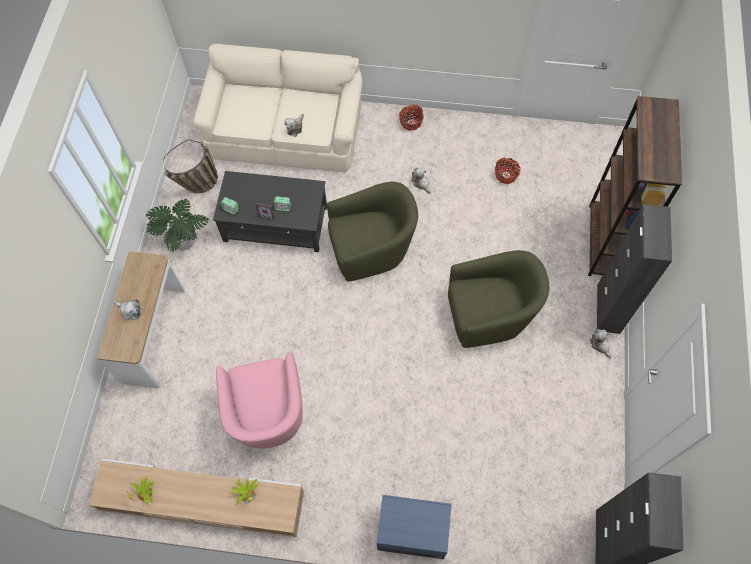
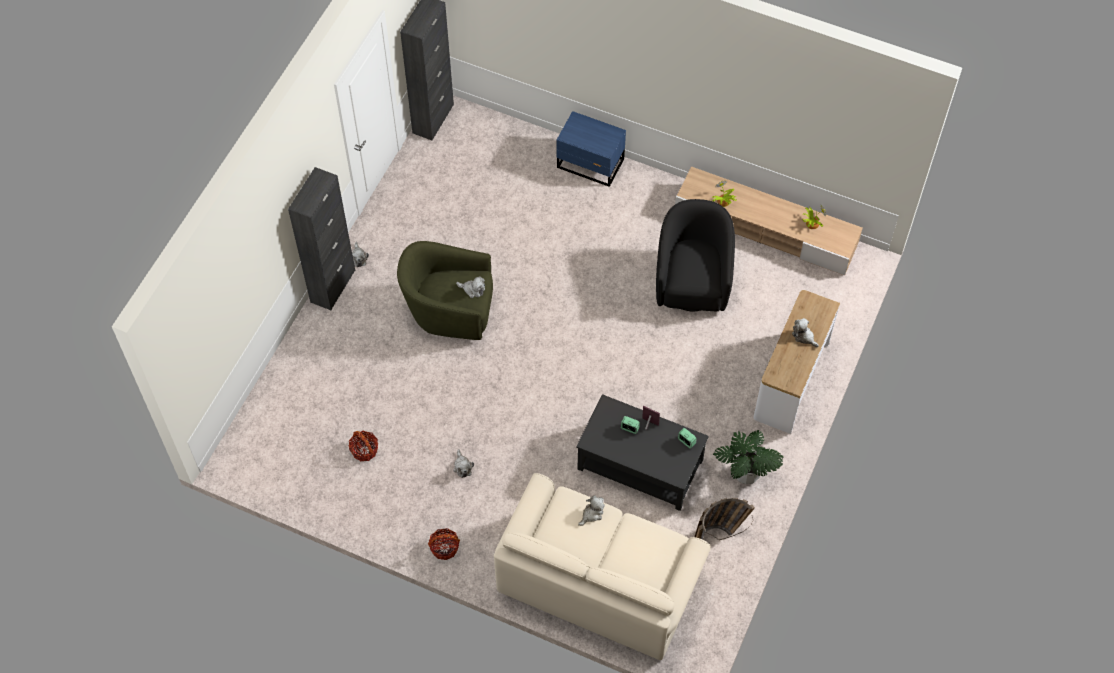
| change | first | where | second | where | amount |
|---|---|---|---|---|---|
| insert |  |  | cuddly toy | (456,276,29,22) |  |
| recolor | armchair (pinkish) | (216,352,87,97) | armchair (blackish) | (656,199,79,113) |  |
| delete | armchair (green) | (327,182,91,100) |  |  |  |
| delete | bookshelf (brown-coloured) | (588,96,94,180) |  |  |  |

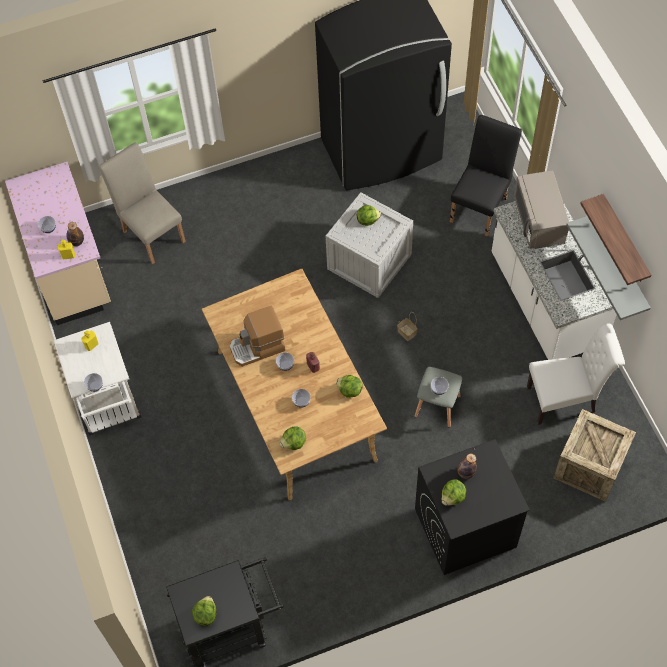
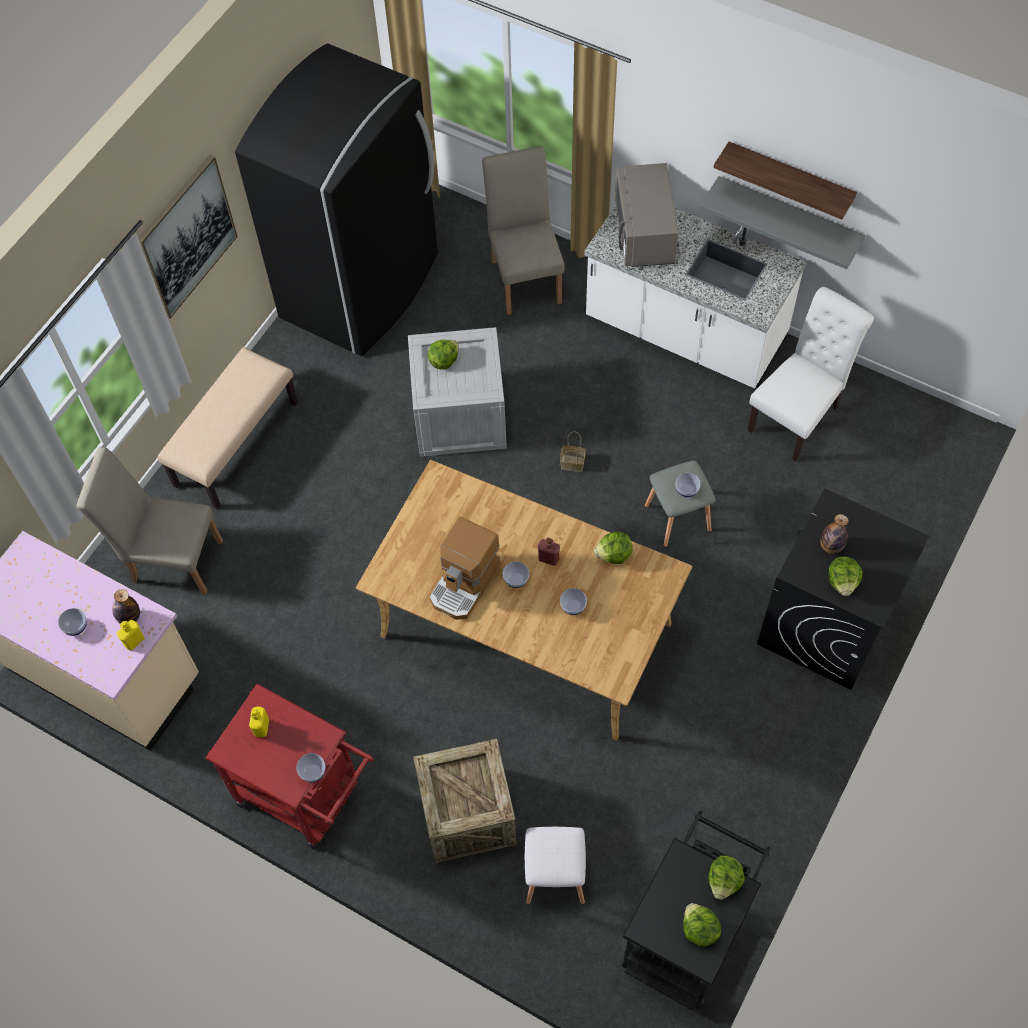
| change | first | where | second | where | amount |
|---|---|---|---|---|---|
| insert |  |  | wall picture | (138,155,100,164) |  |
| insert |  |  | long seat (sand-coloured) | (158,347,140,162) |  |
| recolor | trolley (whitish) | (53,322,88,113) | trolley (red) | (205,684,169,165) |  |
| move | crate | (553,409,83,93) |  | (413,739,104,124) |  |
| recolor | chair (blackish) | (450,115,72,122) | chair (sand-coloured) | (482,146,83,169) |  |
| insert |  |  | stool (whitish) | (525,827,61,77) |  |
| rotate | microwave oven (gray) | (514,170,55,79) |  | (615,163,63,104) | 45 degrees clockwise |
| move | lettuce | (280,426,26,24) |  | (708,856,37,44) |  |

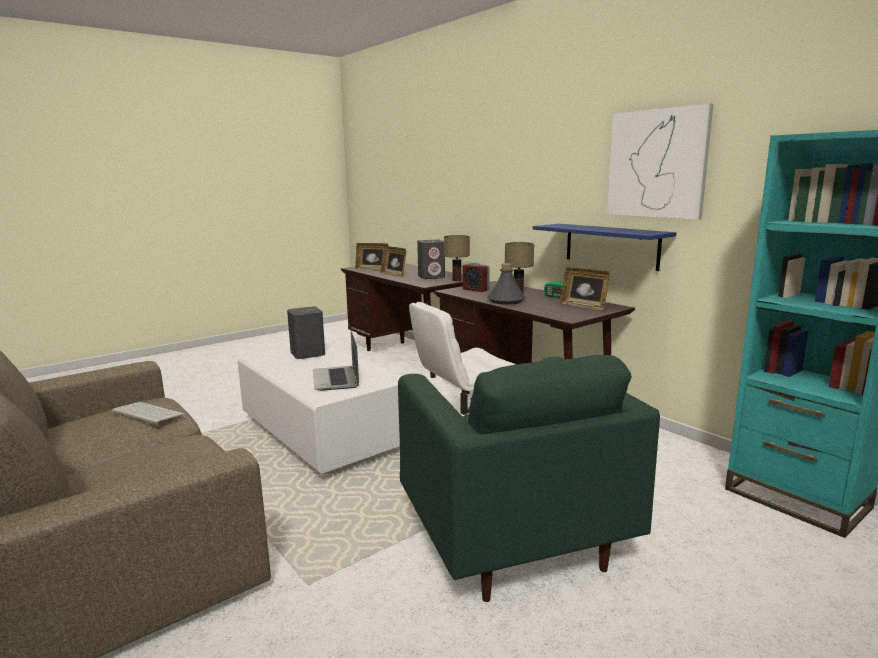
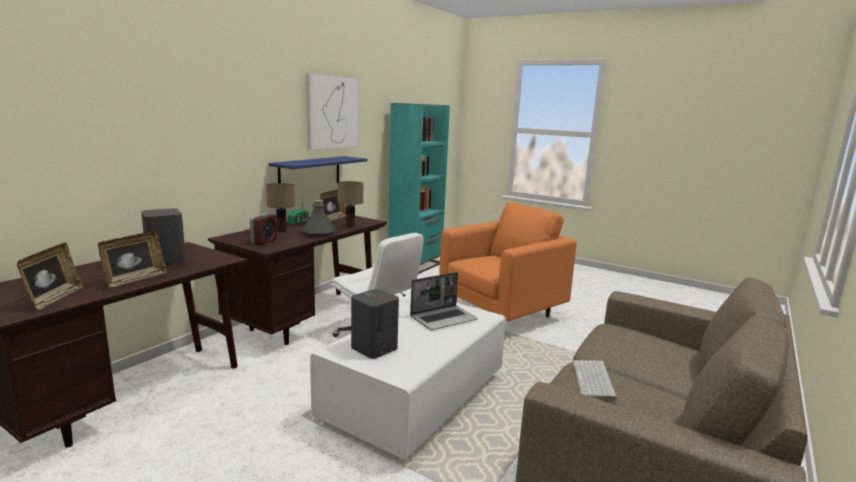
| change | first | where | second | where | amount |
|---|---|---|---|---|---|
| move | lamp for a table | (444,235,26,46) |  | (337,181,26,47) |  |
| recolor | armchair (green) | (398,355,262,247) | armchair (orange) | (439,202,138,119) |  |

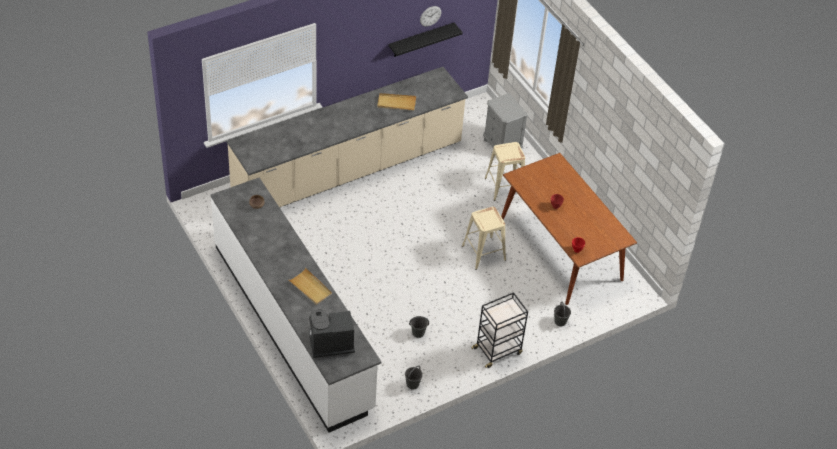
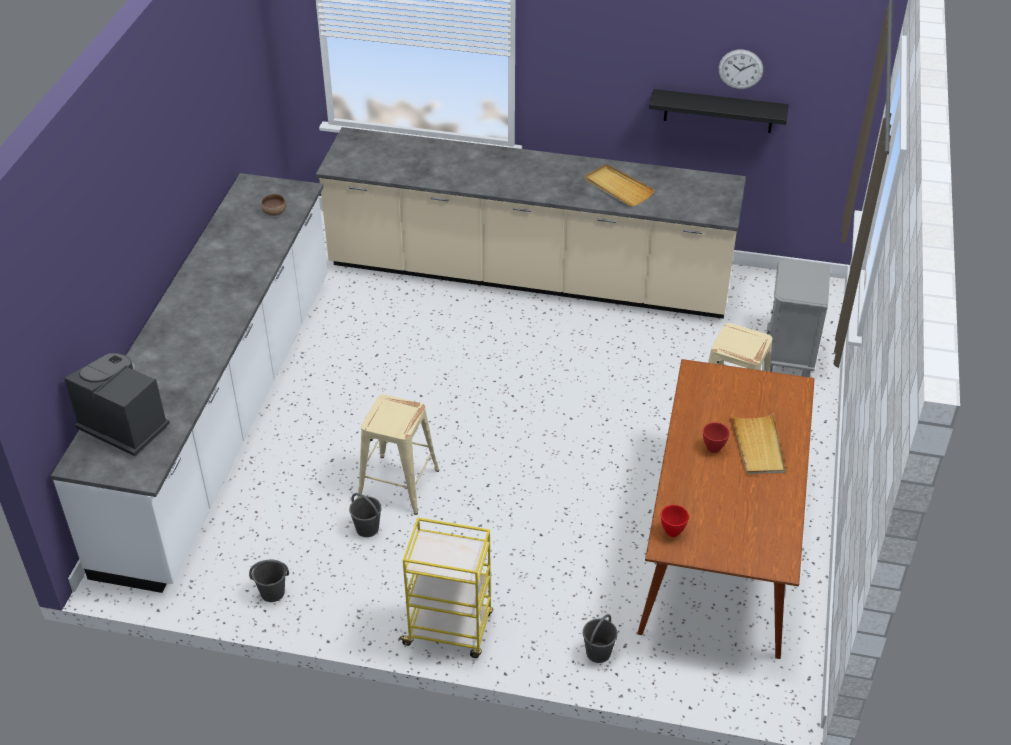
| change | first | where | second | where | amount |
|---|---|---|---|---|---|
| move | stool (sand-coloured) | (462,207,44,63) |  | (357,394,82,121) |  |
| recolor | trolley (blackish) | (471,292,57,76) | trolley (yellowish) | (398,518,95,140) |  |
| move | carrying tray (sand-coloured) | (289,268,43,37) |  | (731,412,55,62) |  |

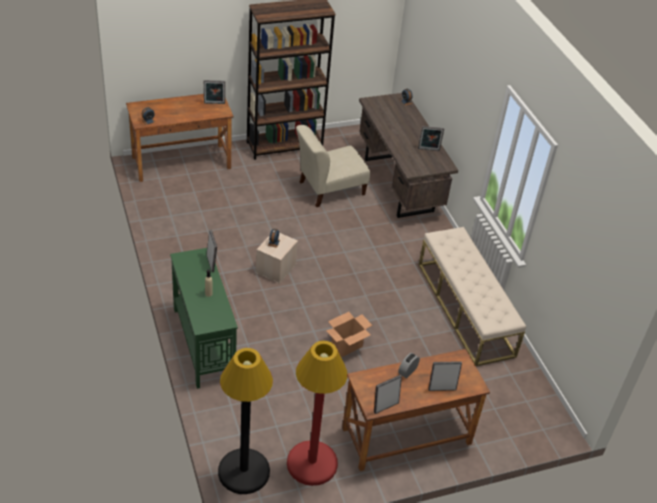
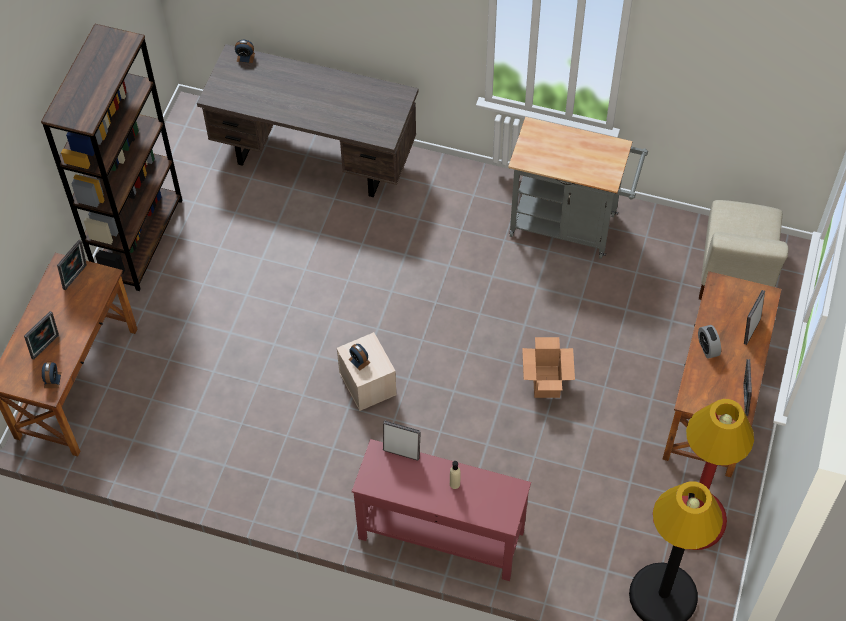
| change | first | where | second | where | amount |
|---|---|---|---|---|---|
| move | standing frame | (418,126,26,25) |  | (24,311,35,49) |  |
| recolor | narrow table (green) | (170,248,68,141) | narrow table (red) | (352,439,179,142) |  |
| replace | long seat (sand-coloured) | (419,227,107,139) | trolley (gray) | (508,117,140,142) |  |
| move | chair (sand-coloured) | (296,125,74,82) |  | (699,200,89,100) |  |

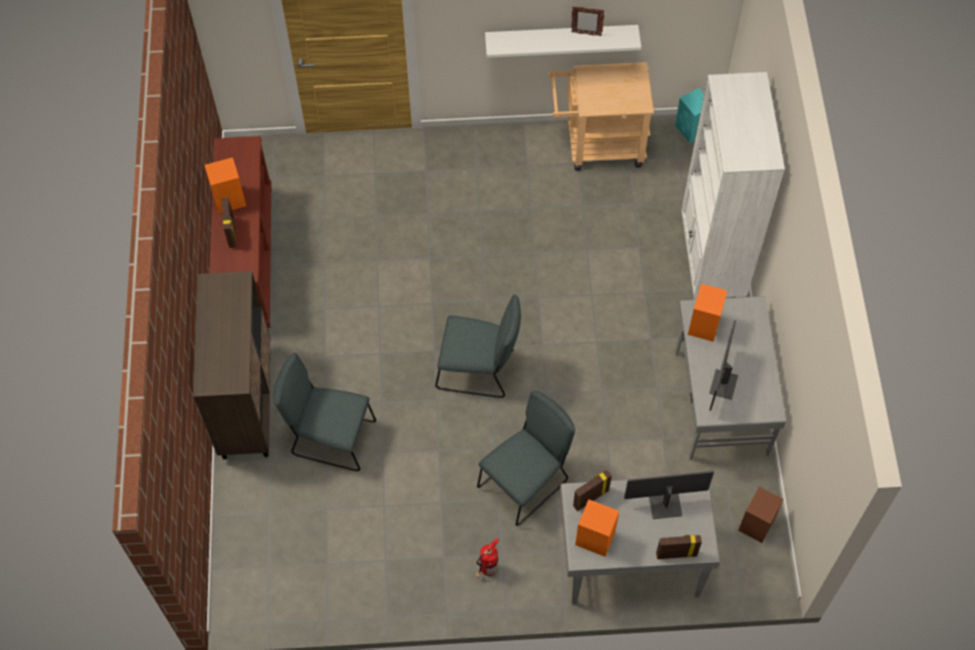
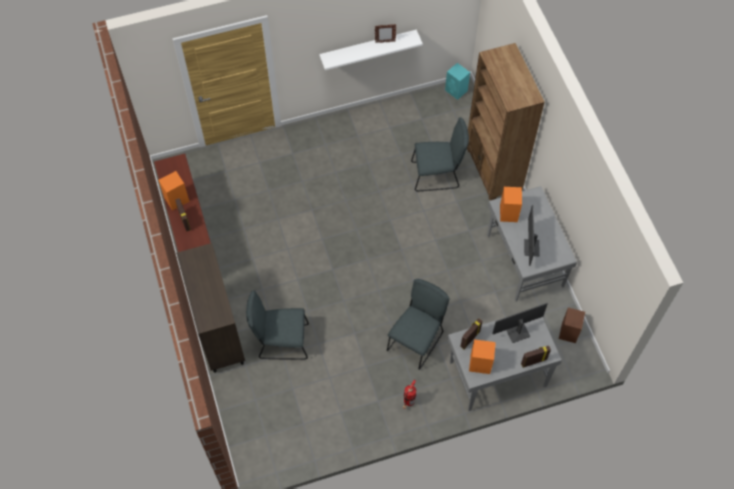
| change | first | where | second | where | amount |
|---|---|---|---|---|---|
| move | chair (gray) | (435,294,86,104) |  | (411,117,58,75) |  |
| recolor | bookshelf (whitish) | (681,72,104,228) | bookshelf (brown-coloured) | (467,43,78,157) |  |
| delete | trolley (sand-coloured) | (548,62,107,109) |  |  |  |

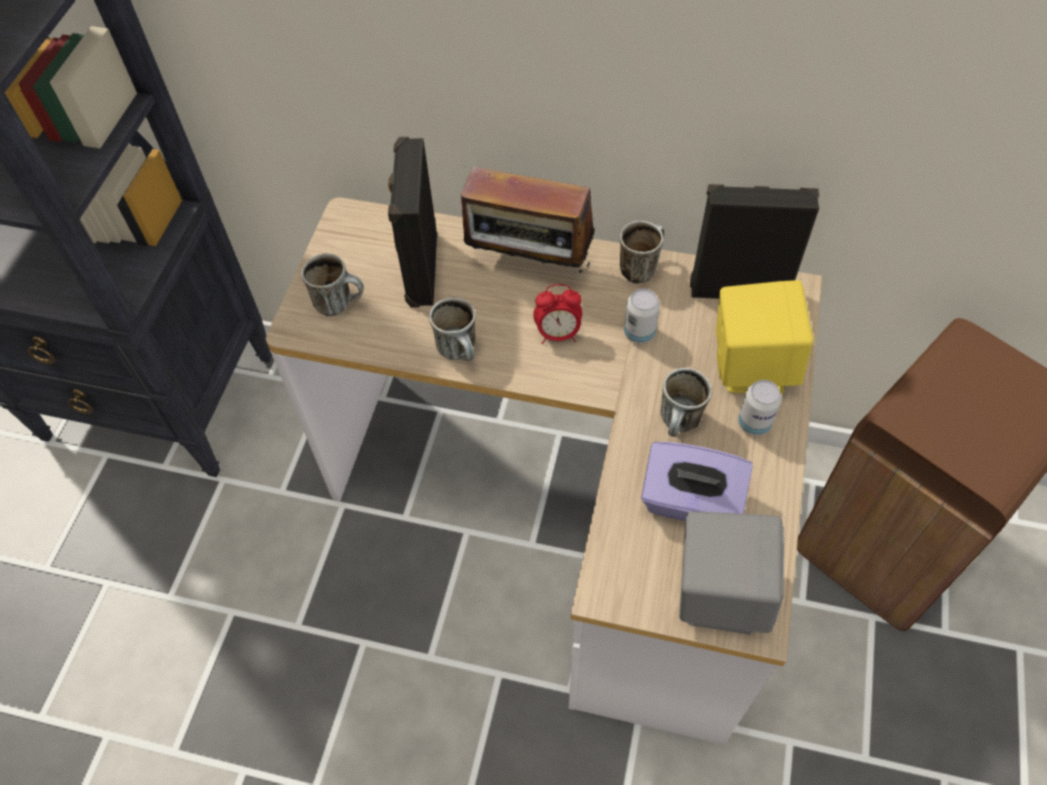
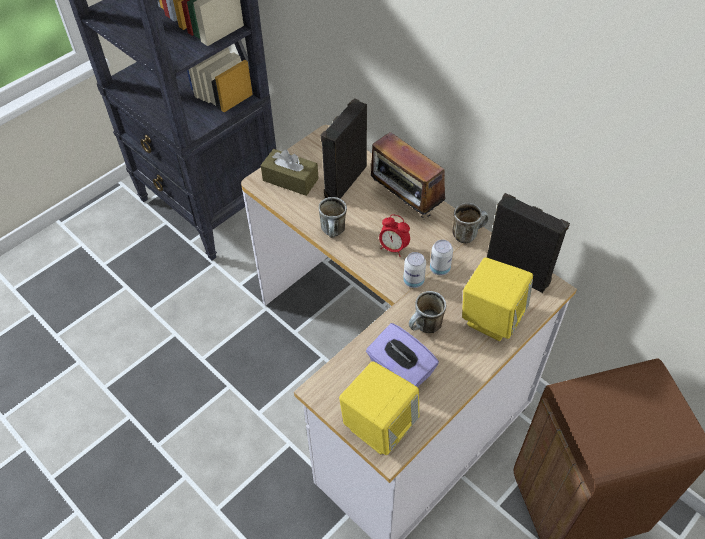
| change | first | where | second | where | amount |
|---|---|---|---|---|---|
| replace | coffee mug | (301,253,63,63) | tissue box (brown-coloured) | (261,149,58,47) |  |
| recolor | loudspeaker (gray) | (679,511,105,124) | loudspeaker (yellowish) | (339,361,80,94) |  |
| move | can | (738,380,44,56) |  | (403,252,23,36) |  |

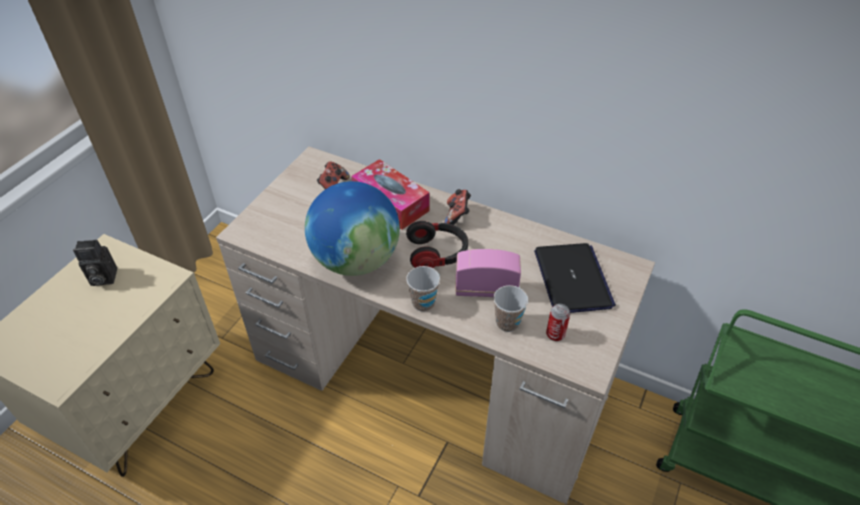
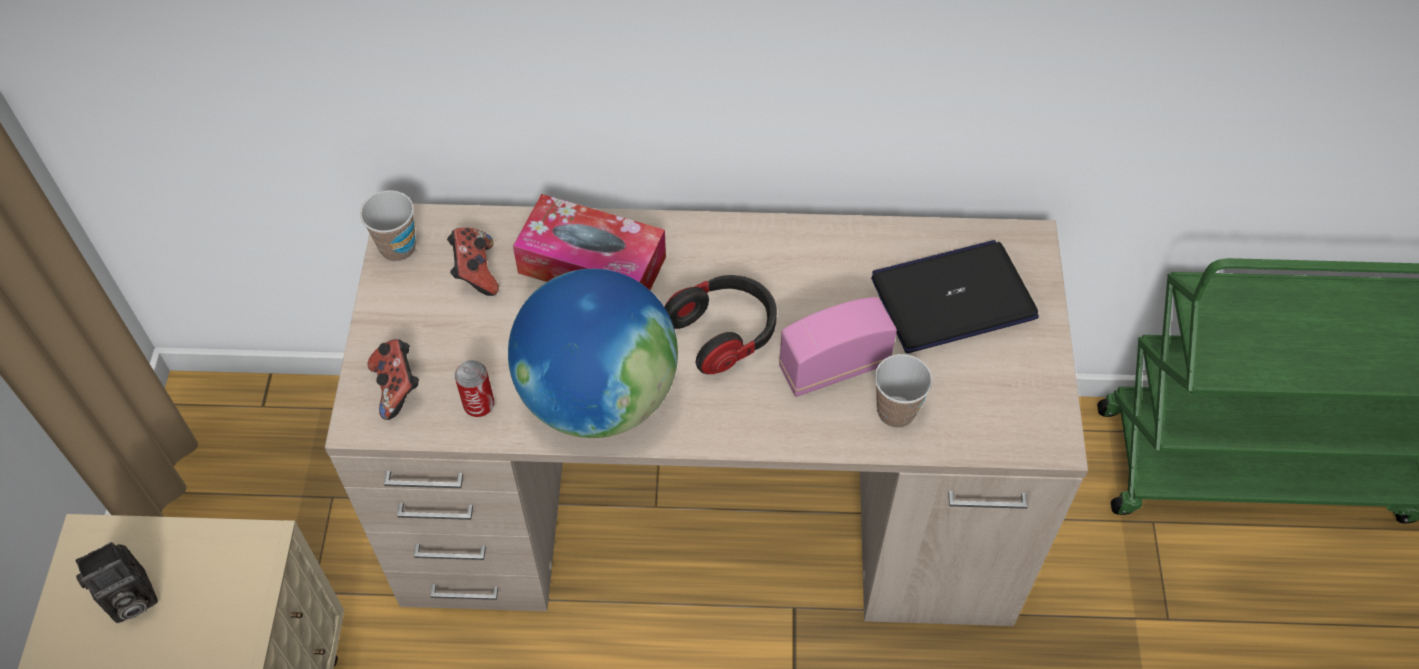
| change | first | where | second | where | amount |
|---|---|---|---|---|---|
| move | cup | (406,266,34,46) |  | (360,190,56,72) |  |
| move | game controller | (444,189,27,36) |  | (368,339,51,81) |  |
| move | can | (546,304,25,37) |  | (455,360,39,57) |  |
| rotate | laptop | (534,243,82,70) |  | (871,240,168,113) | 75 degrees counterclockwise |

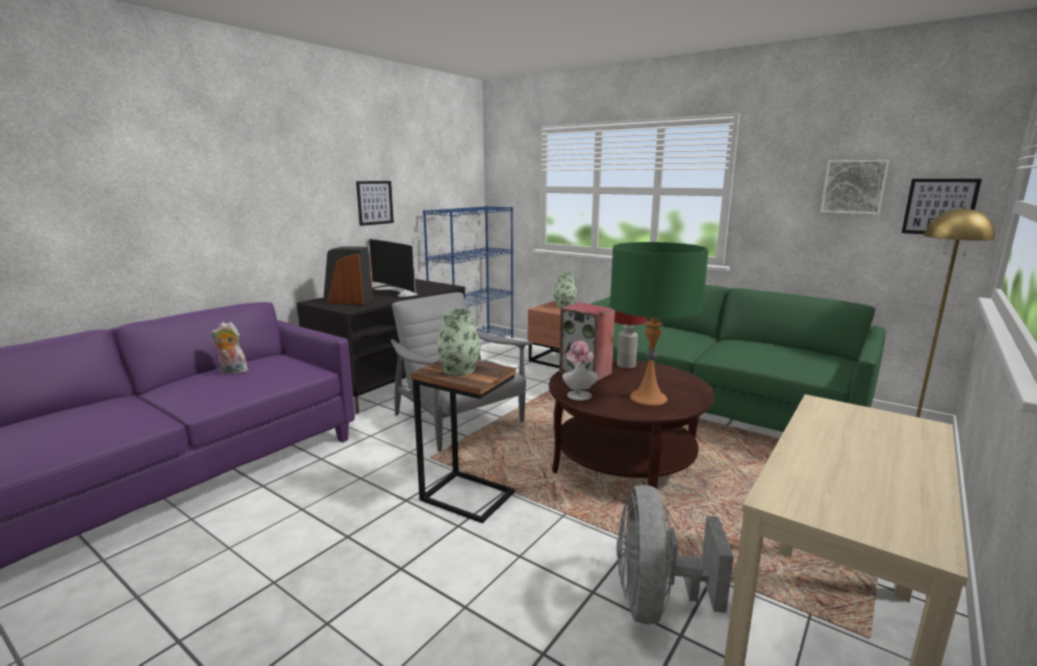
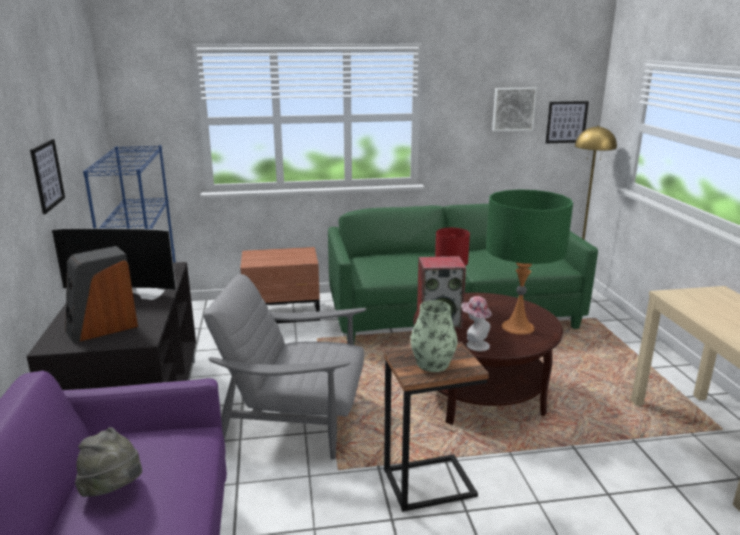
| change | first | where | second | where | amount |
|---|---|---|---|---|---|
| replace | cuddly toy | (211,322,37,52) | hat (gray) | (75,427,67,70) |  |
| delete | decorative vase | (553,273,24,35) |  |  |  |
| delete | fan (gray) | (617,485,117,139) |  |  |  |

